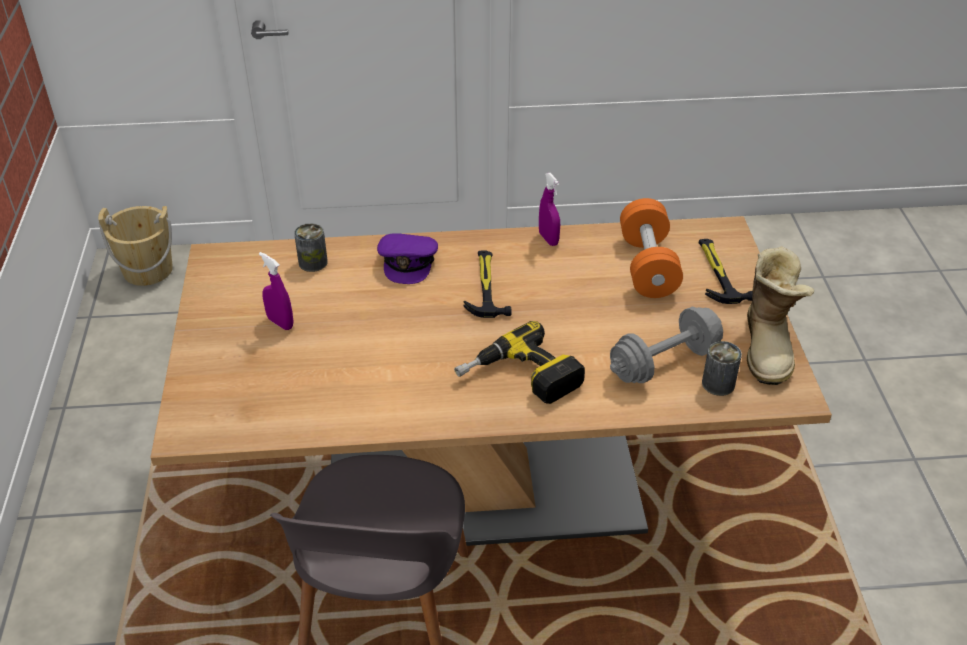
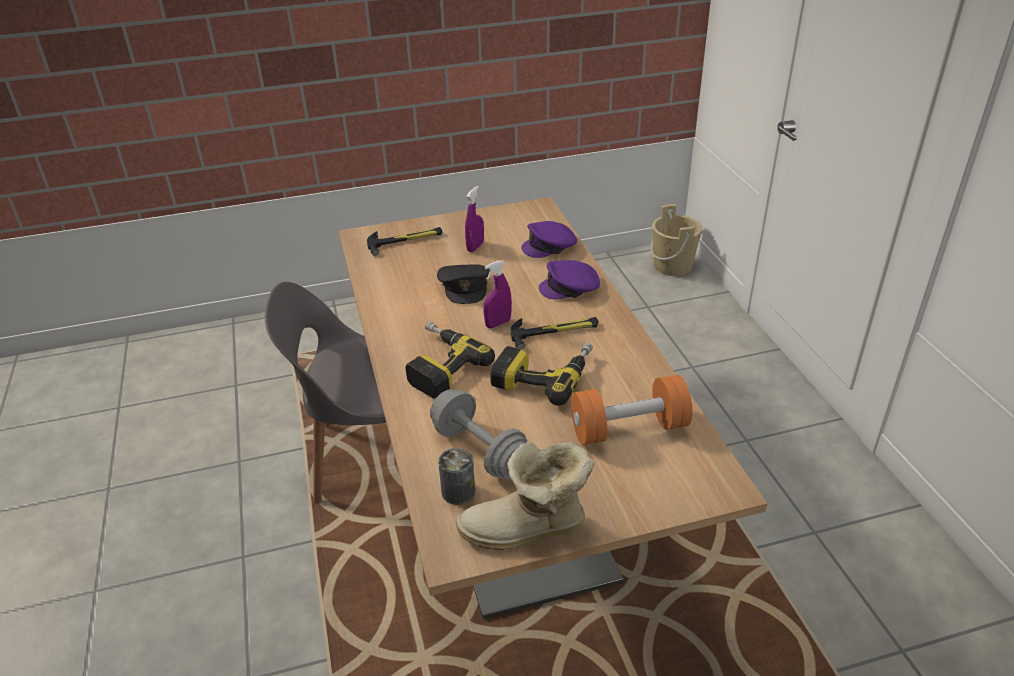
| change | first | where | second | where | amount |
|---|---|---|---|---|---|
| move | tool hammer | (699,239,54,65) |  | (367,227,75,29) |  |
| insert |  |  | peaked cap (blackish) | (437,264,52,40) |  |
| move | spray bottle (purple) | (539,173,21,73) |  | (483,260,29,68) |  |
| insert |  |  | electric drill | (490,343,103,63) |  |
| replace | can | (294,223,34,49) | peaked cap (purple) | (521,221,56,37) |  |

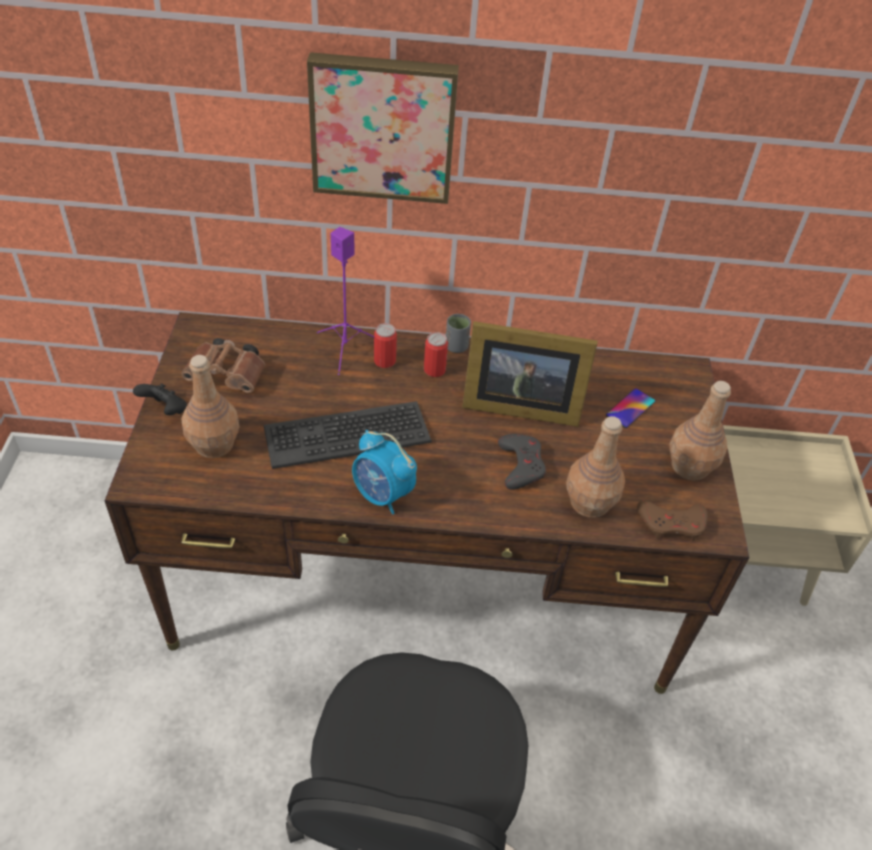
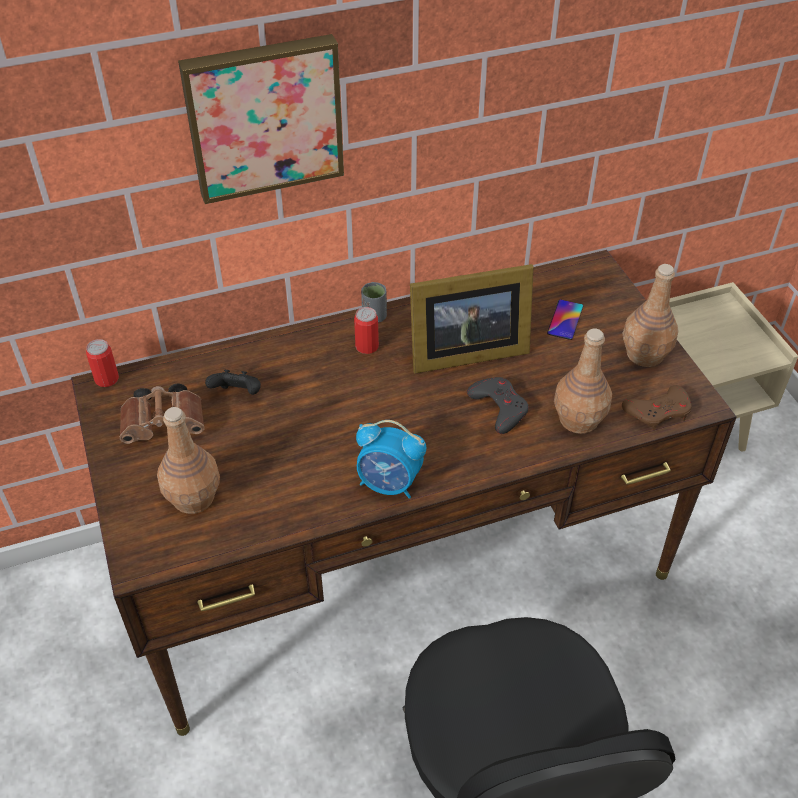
| change | first | where | second | where | amount |
|---|---|---|---|---|---|
| move | can | (374,323,23,45) |  | (86,339,33,48) |  |
| move | game controller (blackish) | (133,383,54,32) |  | (205,370,56,25) |  |
| delete | PC keyboard | (264,401,168,68) |  |  |  |
| delete | loudspeaker (purple) | (317,227,57,148) |  |  |  |

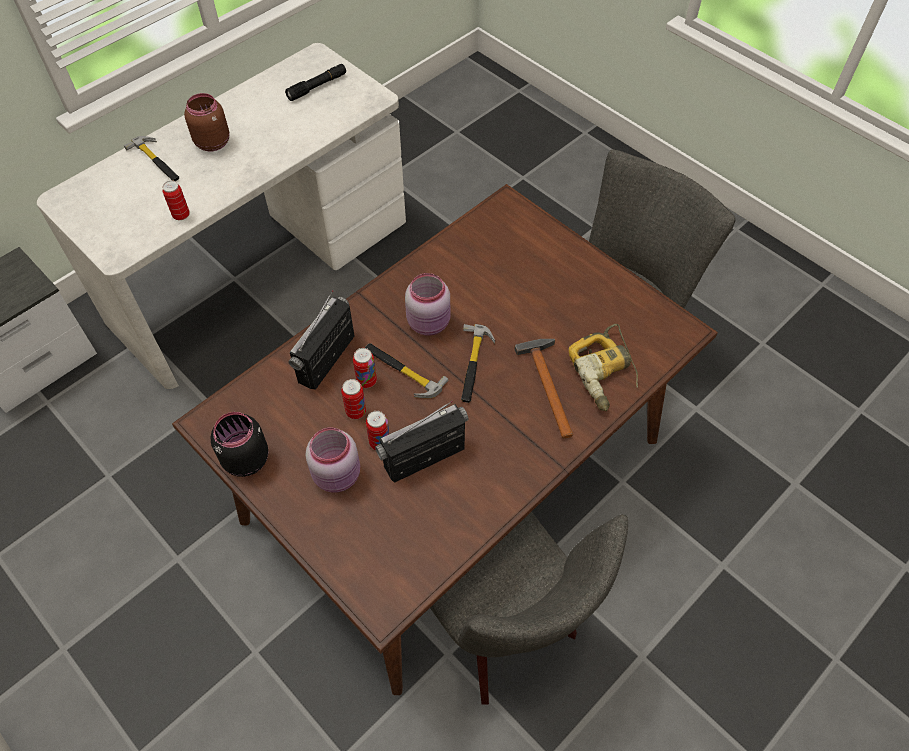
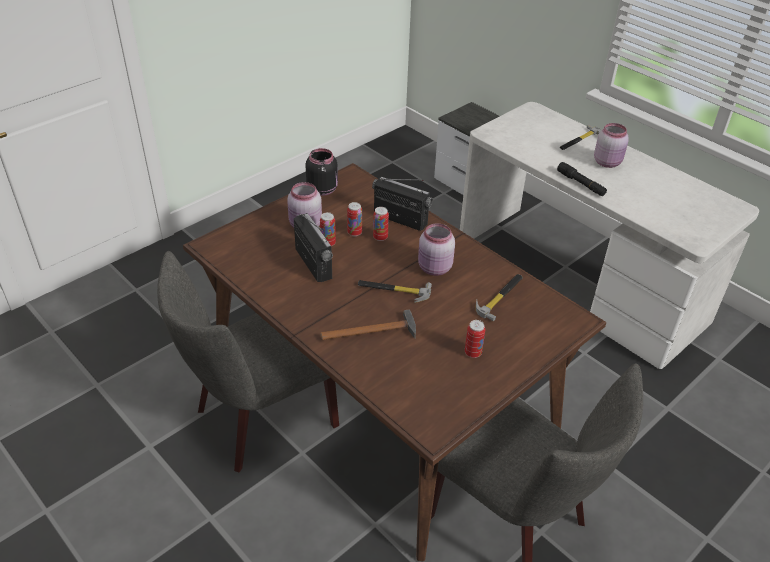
| change | first | where | second | where | amount |
|---|---|---|---|---|---|
| move | can | (163,181,27,39) |  | (465,320,20,38) |  |
| move | tool hammer | (365,343,84,55) |  | (476,274,47,47) |  |
| move | hand torch (blackish) | (285,64,61,37) |  | (557,162,50,34) |  |
| recolor | jar (brown-coloured) | (184,93,46,59) | jar (pinkish) | (594,123,35,45) |  |
| delete | electric drill | (568,324,70,87) |  |  |  |

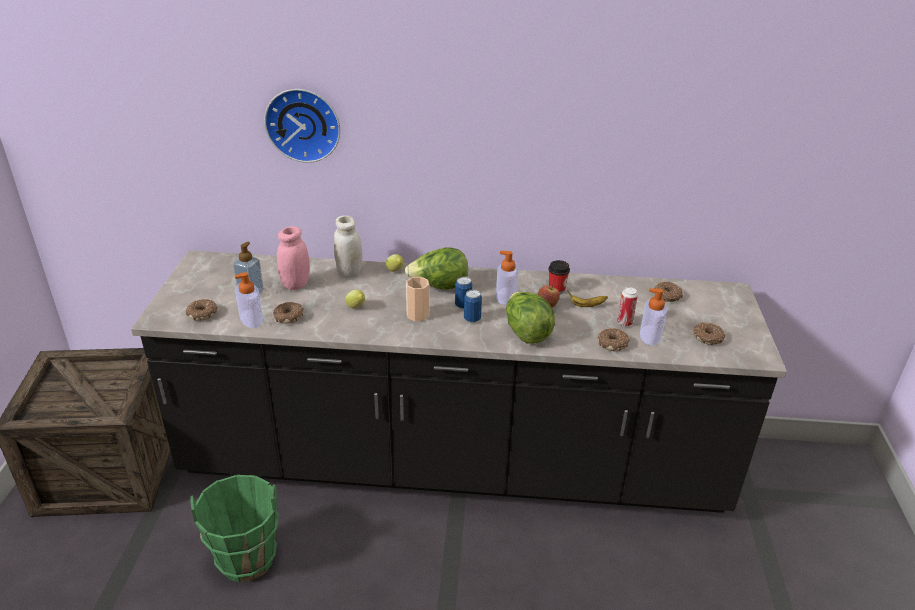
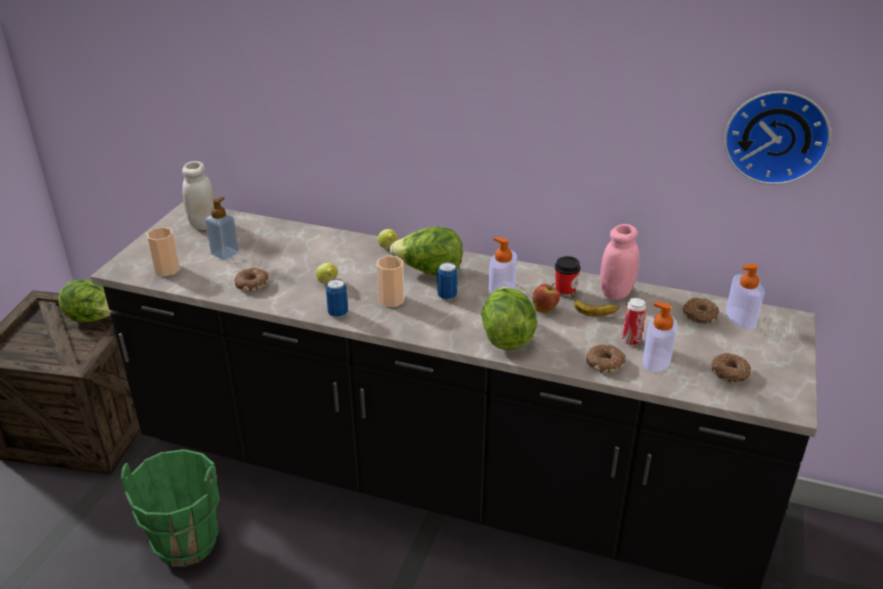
| change | first | where | second | where | amount |
|---|---|---|---|---|---|
| insert |  |  | lettuce | (58,280,54,42) |  |
| replace | doughnut | (186,299,32,22) | cup | (147,227,33,50) |  |
| move | jar (whitish) | (334,215,28,63) |  | (182,161,33,69) |  |
| move | can | (464,289,18,34) |  | (326,279,22,39) |  |
| move | jar (pinkish) | (277,226,33,64) |  | (600,224,39,76) |  |
| move | clock on the wall | (264,89,76,74) |  | (724,91,107,94) |  |
| move | liquid soap bottle | (235,272,28,56) |  | (726,264,39,65) |  |

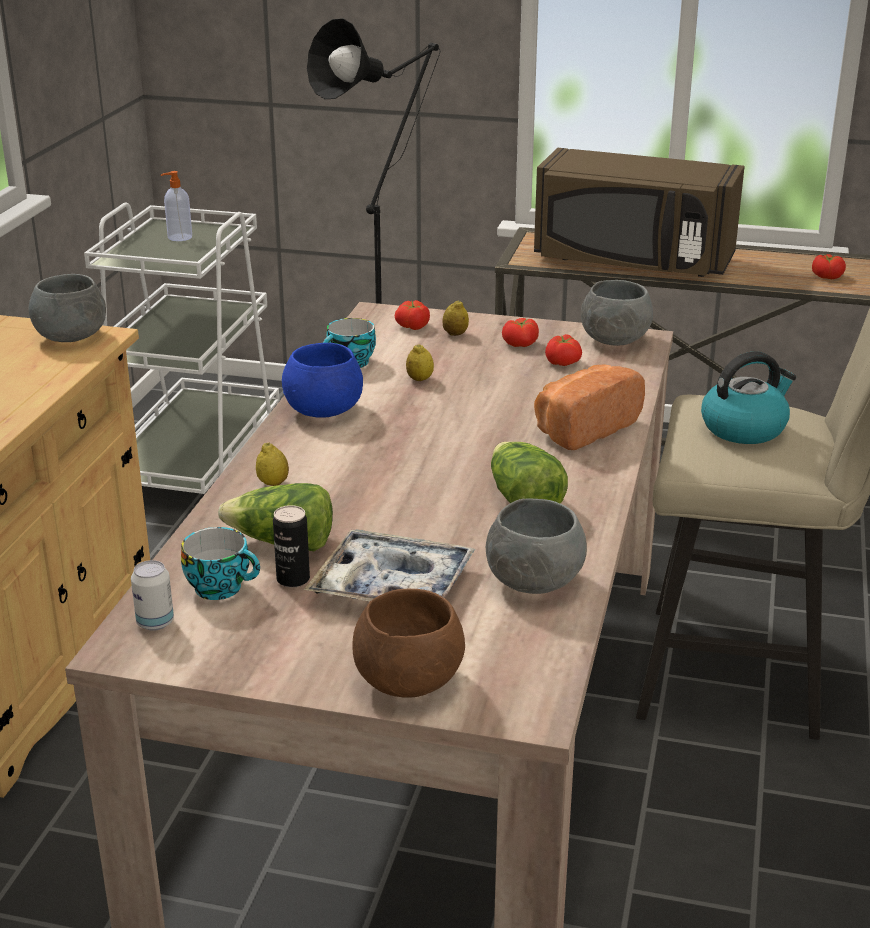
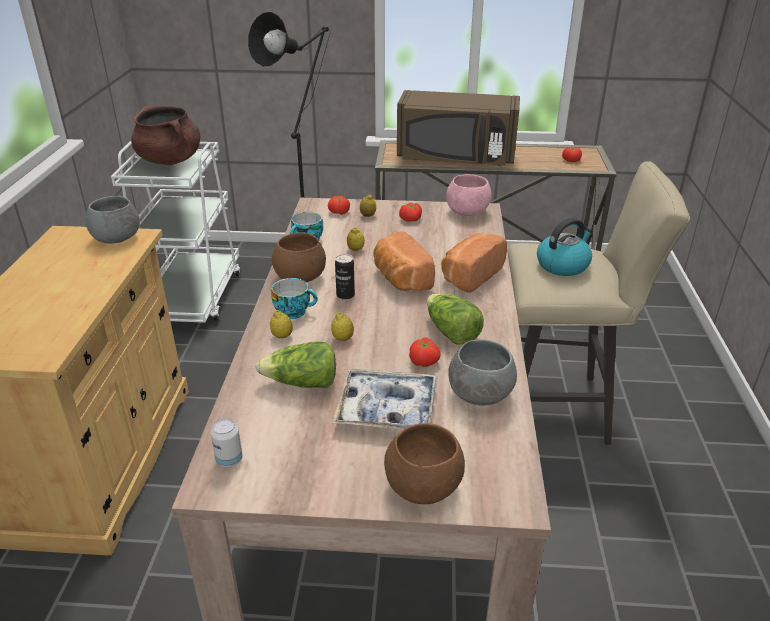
| change | first | where | second | where | amount |
|---|---|---|---|---|---|
| replace | liquid soap bottle | (161,171,31,70) | saucepot (brown-coloured) | (131,106,69,59) |  |
| move | cup | (181,527,79,73) |  | (271,278,47,41) |  |
| recolor | serving bowl (blue-coloured) | (282,343,81,75) | serving bowl (brown-coloured) | (272,233,54,49) |  |
| insert |  |  | whole lemon | (331,312,23,29) |  |
| move | can | (273,505,37,83) |  | (335,254,20,46) |  |
| insert |  |  | baked bread | (374,231,61,60) |  |
| move | fresh tomato | (545,334,37,32) |  | (409,337,32,30) |  |
| recolor | serving bowl (gray) | (581,280,72,66) | serving bowl (pinkish) | (446,174,46,42) |  |

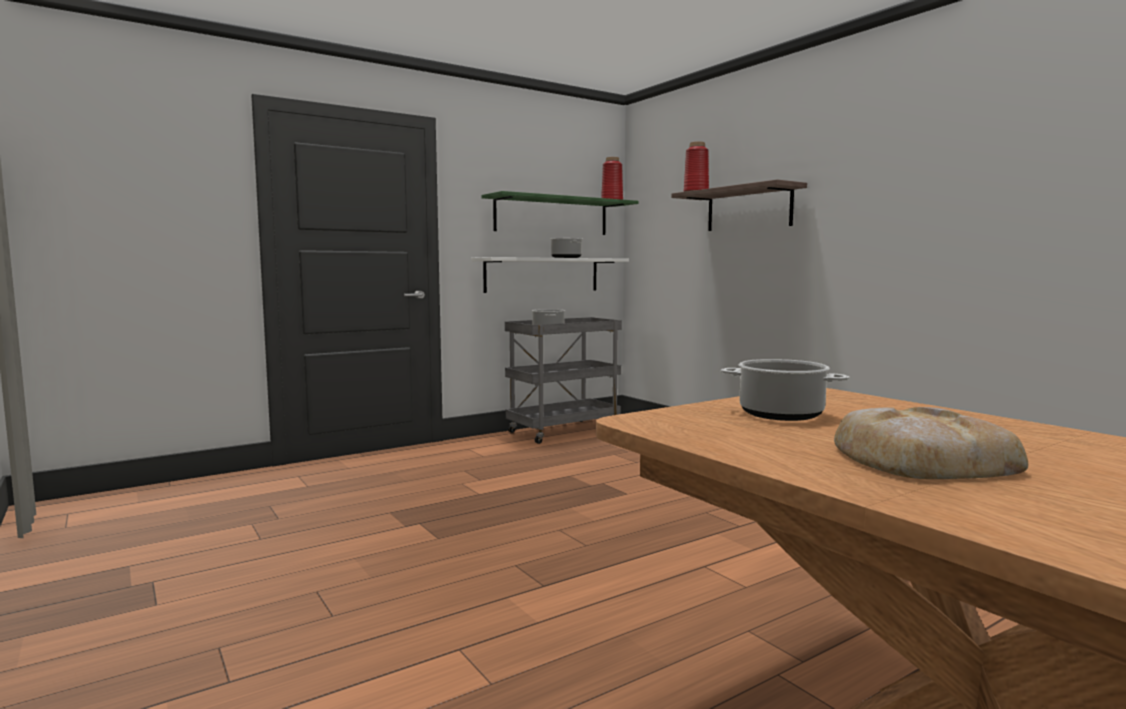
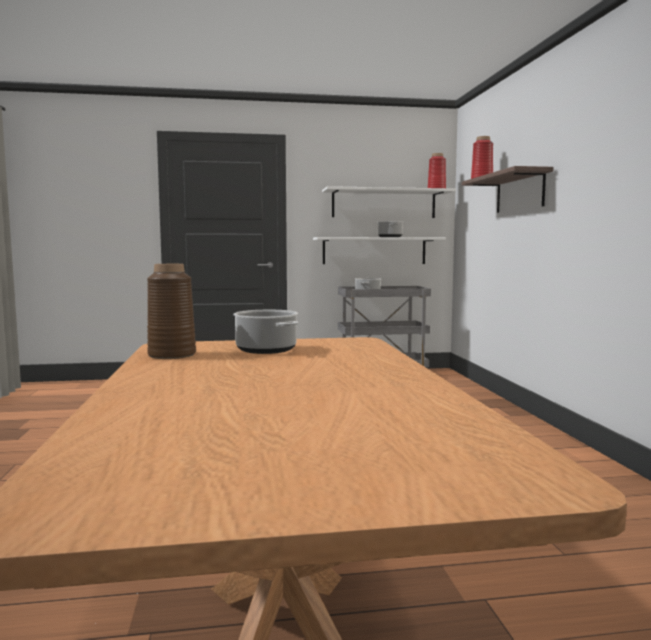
| change | first | where | second | where | amount |
|---|---|---|---|---|---|
| insert |  |  | decorative vase (brown-coloured) | (147,264,49,95) |  |
| recolor | bracket shelf (green) | (481,191,157,44) | bracket shelf (whitish) | (322,186,134,32) |  |
| delete | baked bread | (834,407,194,72) |  |  |  |

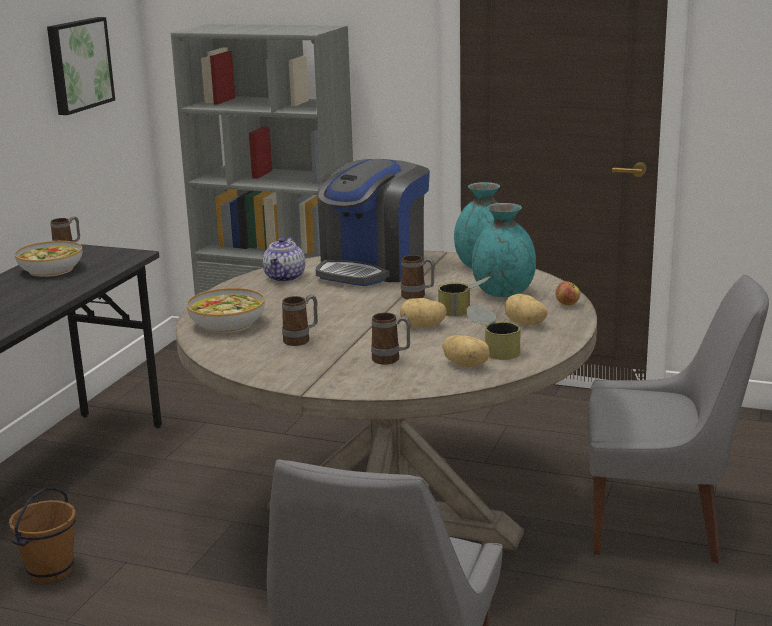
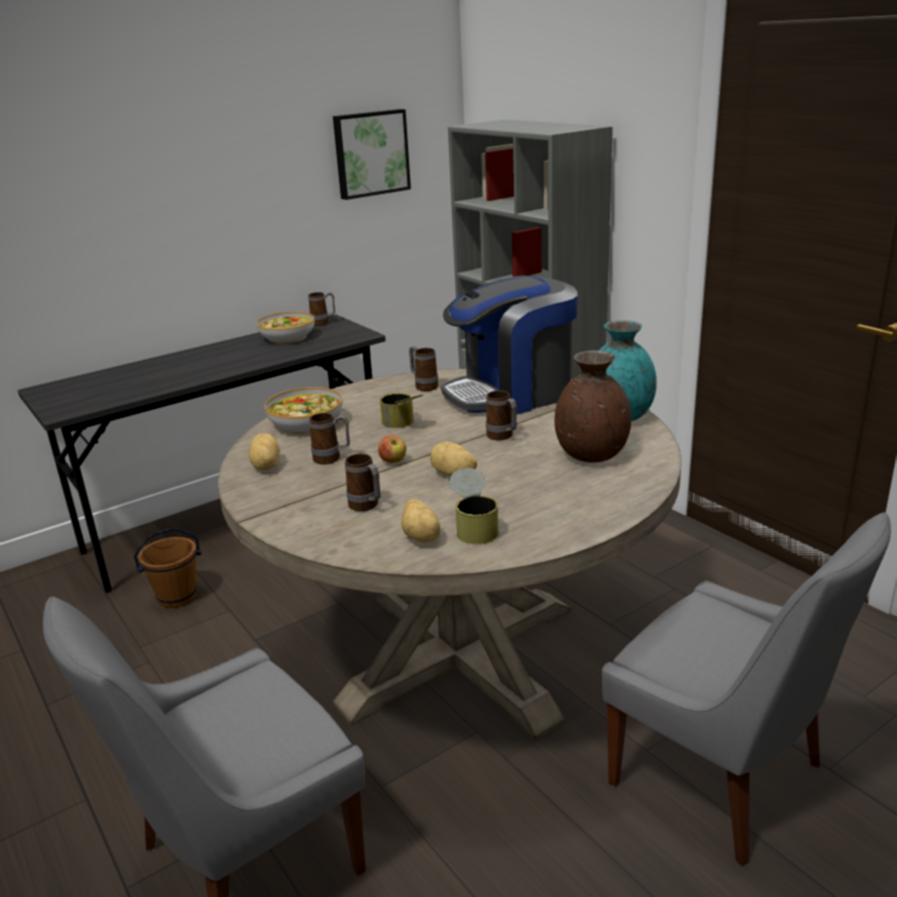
| change | first | where | second | where | amount |
|---|---|---|---|---|---|
| move | whole potato | (505,294,42,31) |  | (249,433,31,37) |  |
| move | apple fruit | (555,281,25,25) |  | (378,435,28,28) |  |
| move | can | (438,276,53,41) |  | (380,392,43,36) |  |
| replace | tea pot | (262,237,43,45) | coffee mug | (409,346,29,45) |  |
| recolor | decorative vase (blue-green) | (472,203,64,94) | decorative vase (brown-coloured) | (555,350,76,113) |  |

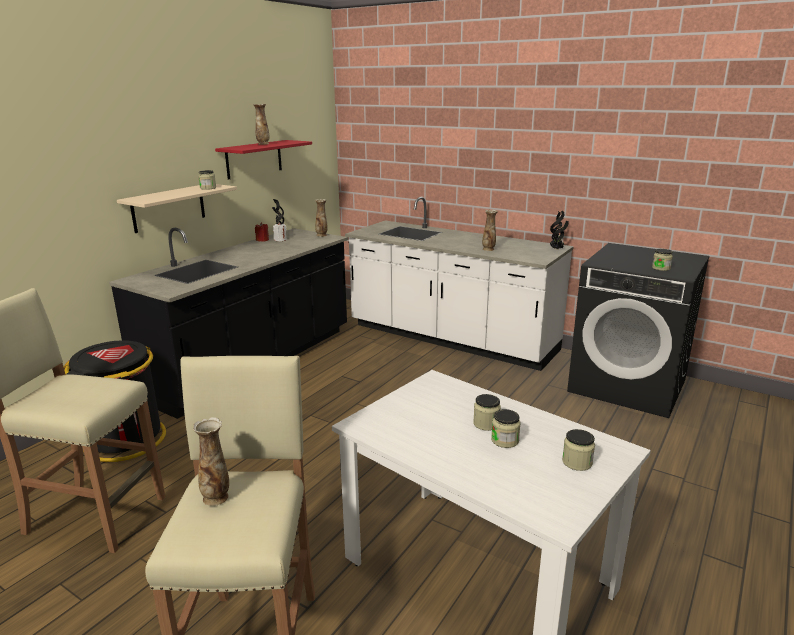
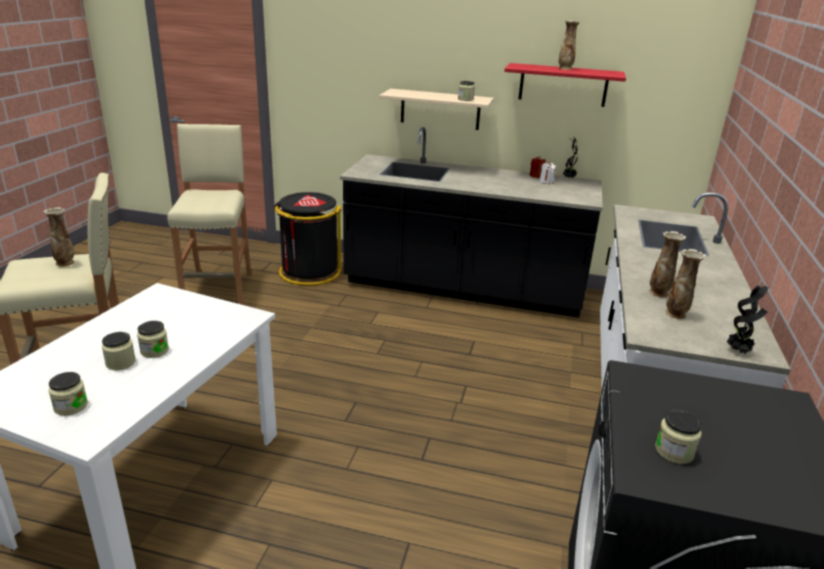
| change | first | where | second | where | amount |
|---|---|---|---|---|---|
| move | decorative vase | (315,199,13,38) |  | (665,249,41,70) |  |

